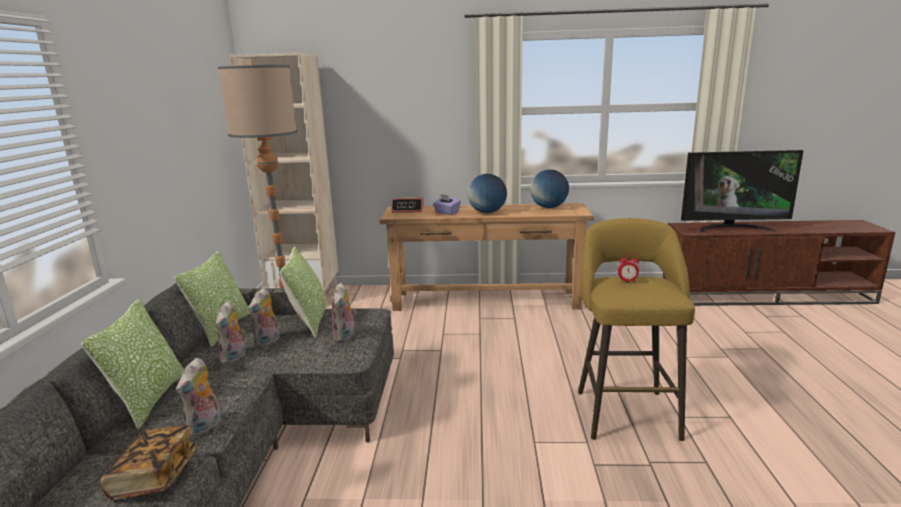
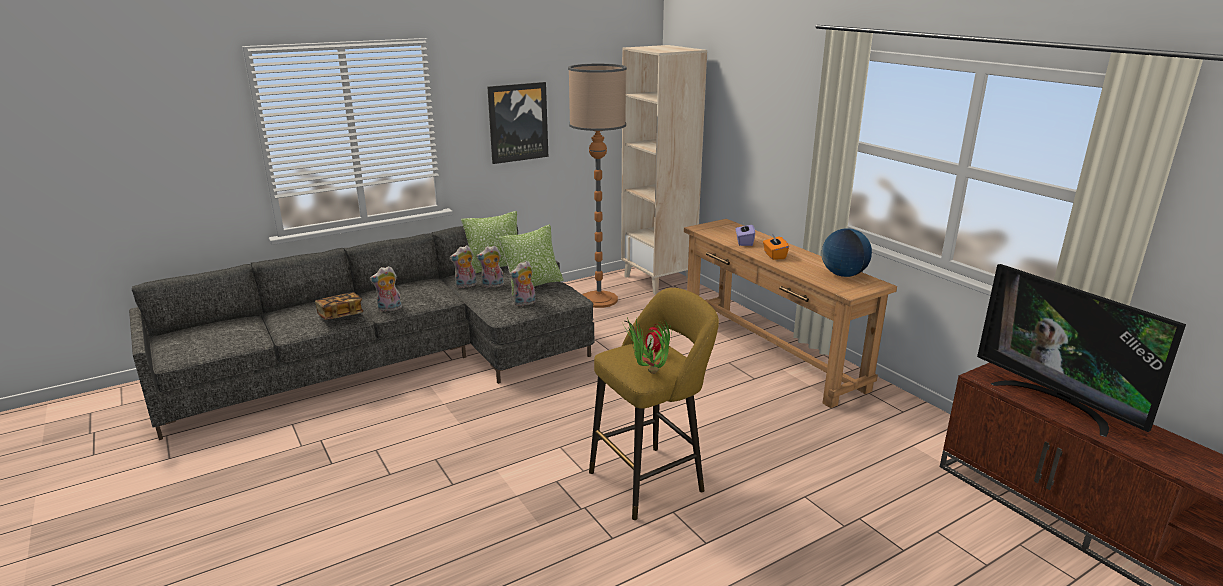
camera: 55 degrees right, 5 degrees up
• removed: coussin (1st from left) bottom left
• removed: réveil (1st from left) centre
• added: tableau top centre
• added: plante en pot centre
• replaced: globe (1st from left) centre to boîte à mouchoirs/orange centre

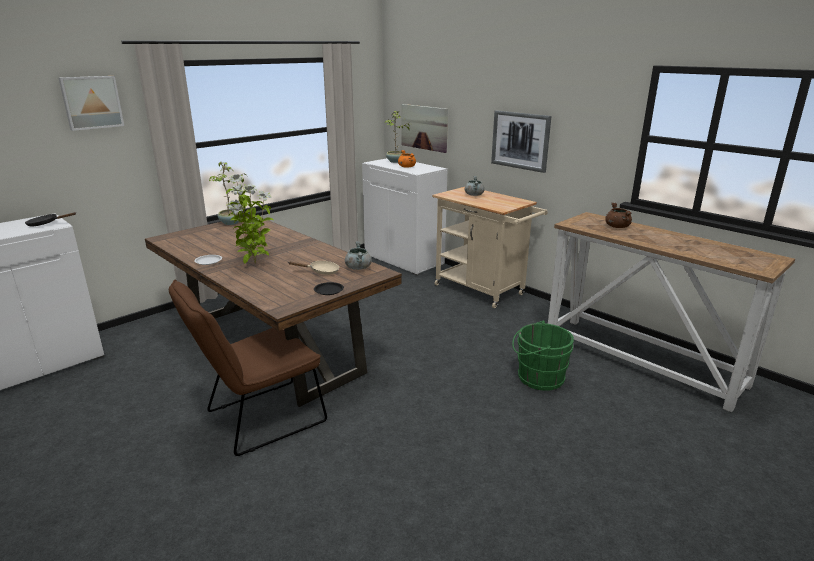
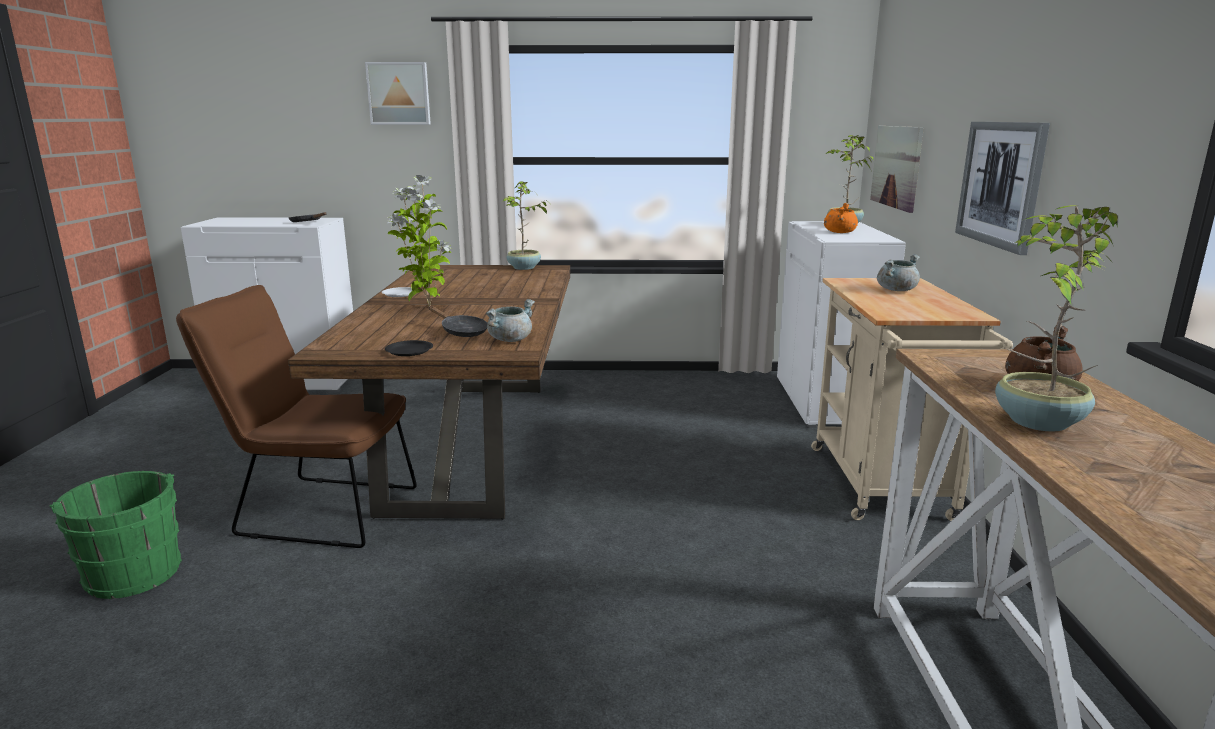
camera: 45 degrees right, 5 degrees down
• added: plante en pot (4th from left) middle right
• moved: seau/vert middle right to bottom left
• recoloured: poêle/beige centre to poêle/noir (2nd from left) centre

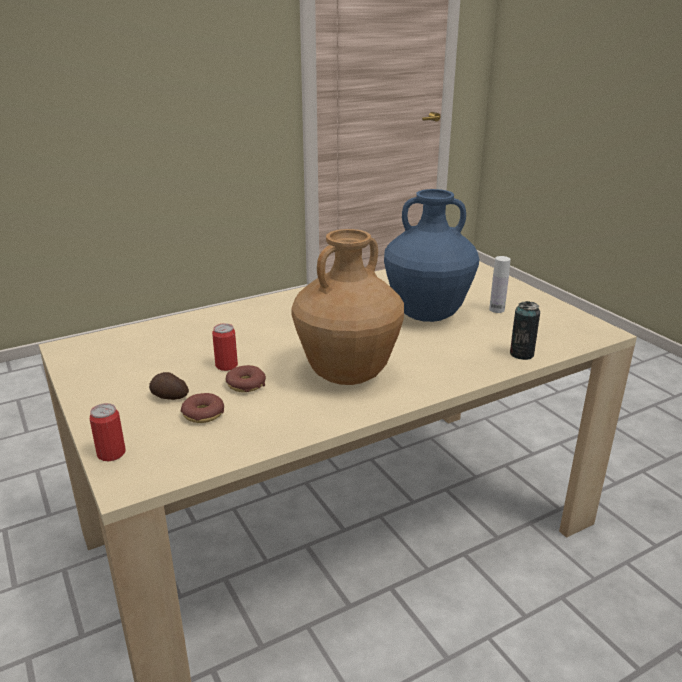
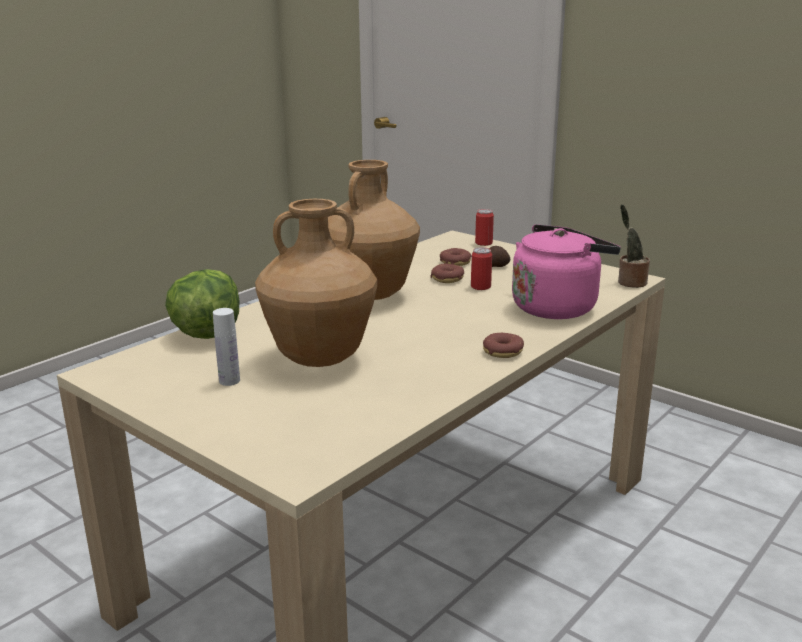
camera: 160 degrees right, 5 degrees down
• added: beignet (3rd from left) centre
• added: bouilloire/rose middle right
• added: plante en pot middle right
• replaced: boîte métallique (3rd from left) middle right to laitue middle left
• recoloured: vase/bleu centre to vase/marron (1st from left) centre

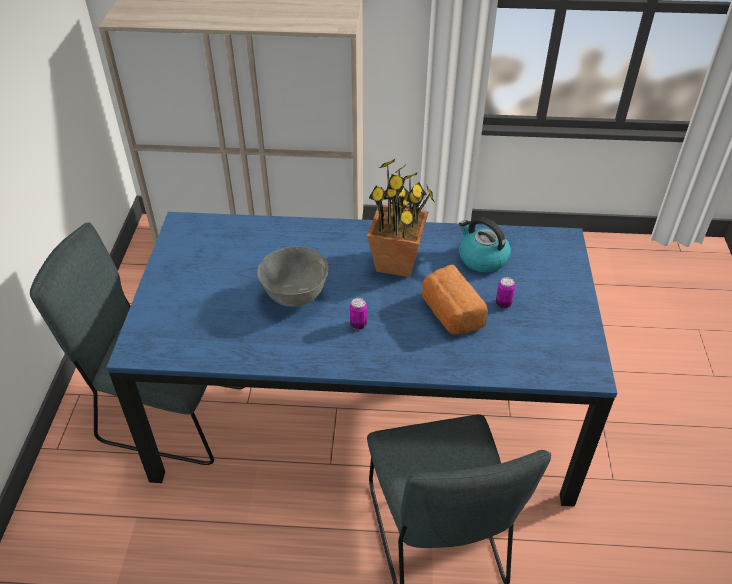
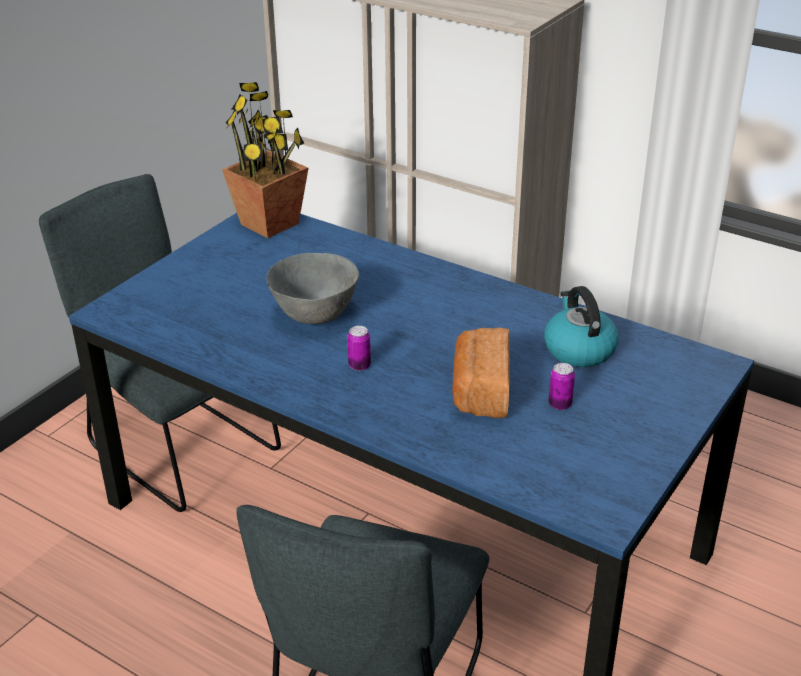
camera: 30 degrees right, 10 degrees down
• moved: plante en pot centre to top left

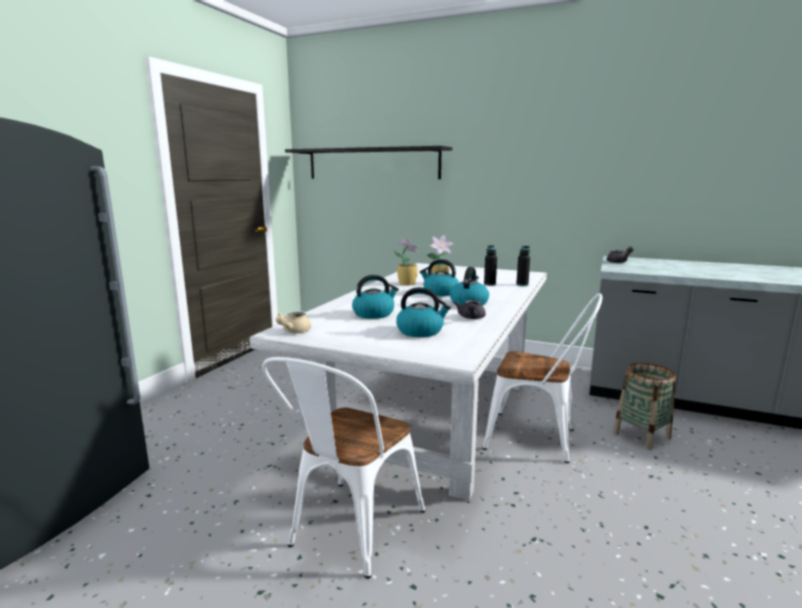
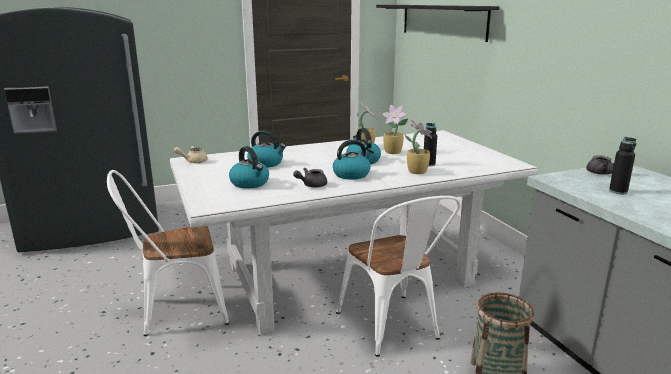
camera: 45 degrees right, 5 degrees up
• added: plante en pot (3rd from left) centre
• moved: bouteille/noir (2nd from left) centre to middle right

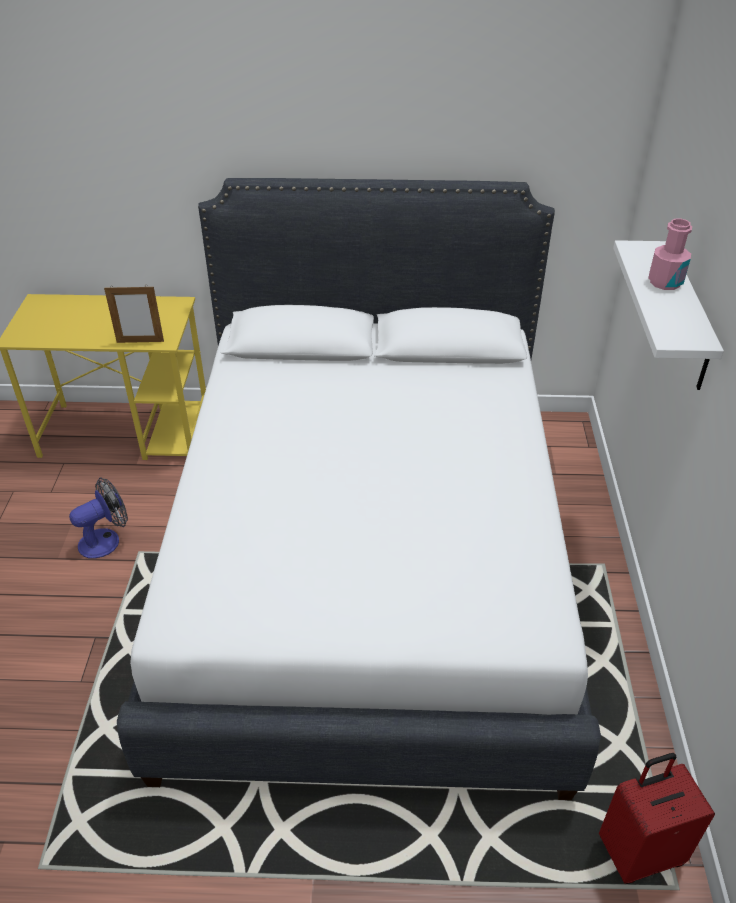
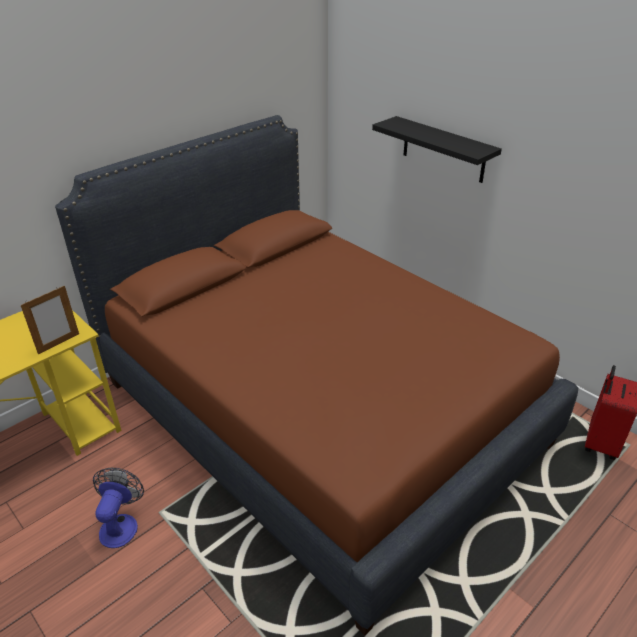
camera: 45 degrees left, 5 degrees down
• removed: bouteille/rose top right
• recoloured: lit/blanc centre to lit/marron centre
• recoloured: étagère/blanc middle right to étagère/noir top right

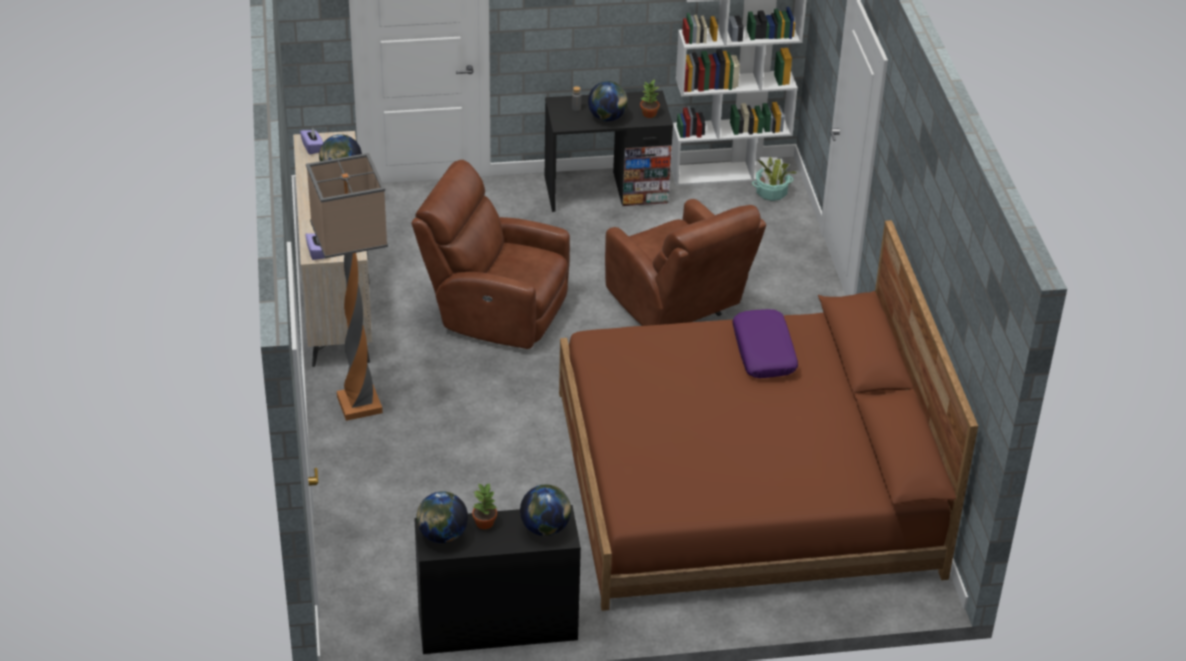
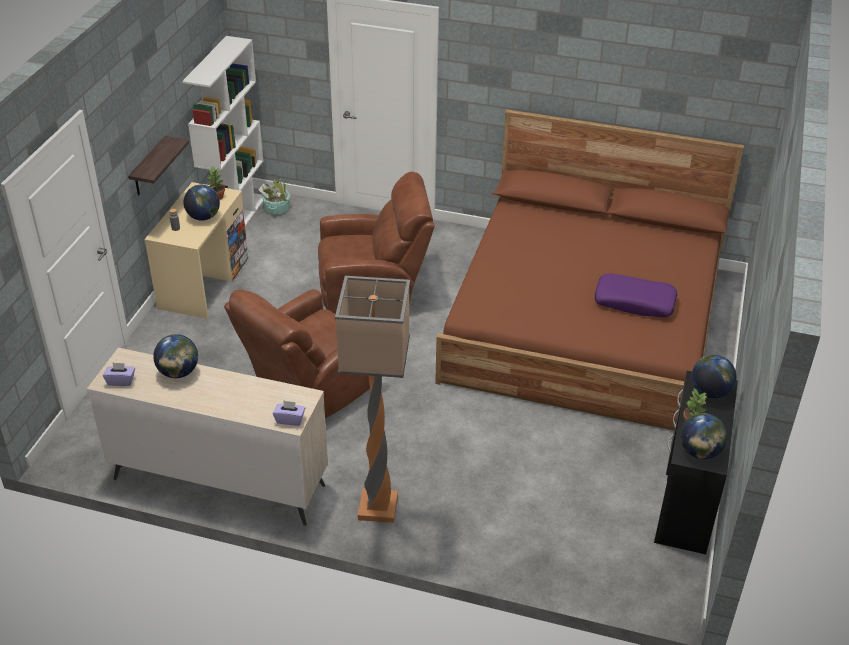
camera: 65 degrees left, 0 degrees up
• added: étagère top left
• moved: coussin/violet centre to middle right
• recoloured: bureau/noir (2nd from left) top centre to bureau/beige middle left

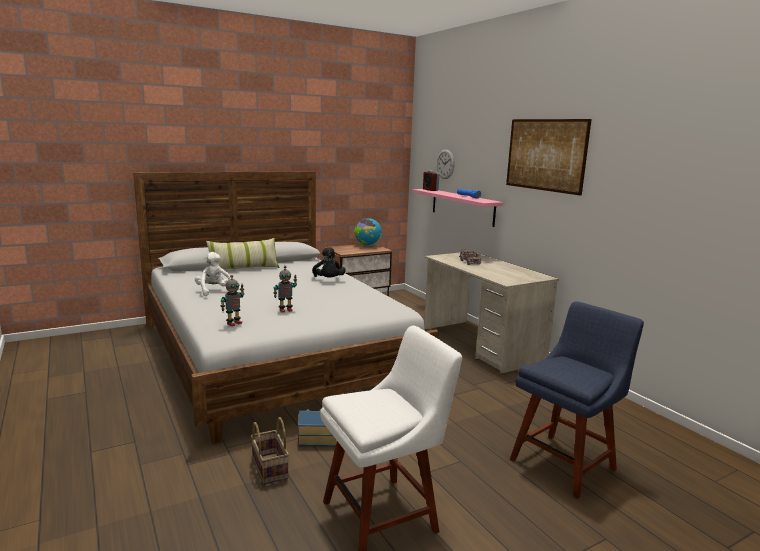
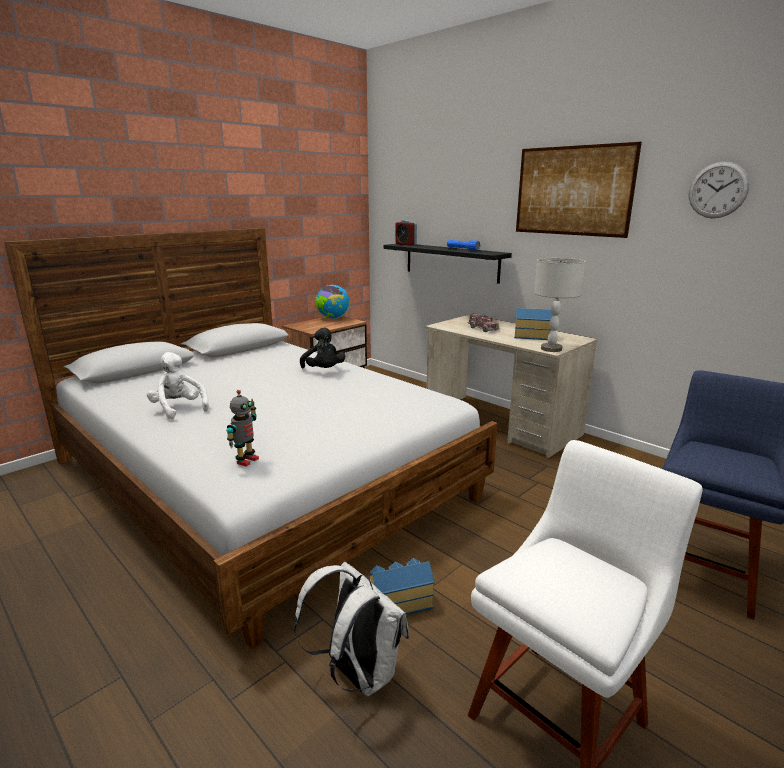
camera: 15 degrees left, 5 degrees up
• removed: coussin middle left
• removed: robot jouet (2nd from left) centre
• added: maison miniature (2nd from left) middle right
• added: lampe de table/gris middle right
• moved: horloge murale top centre to top right
• replaced: panier bottom centre to sac à dos/blanc bottom centre
• recoloured: étagère/rose centre to étagère/noir centre

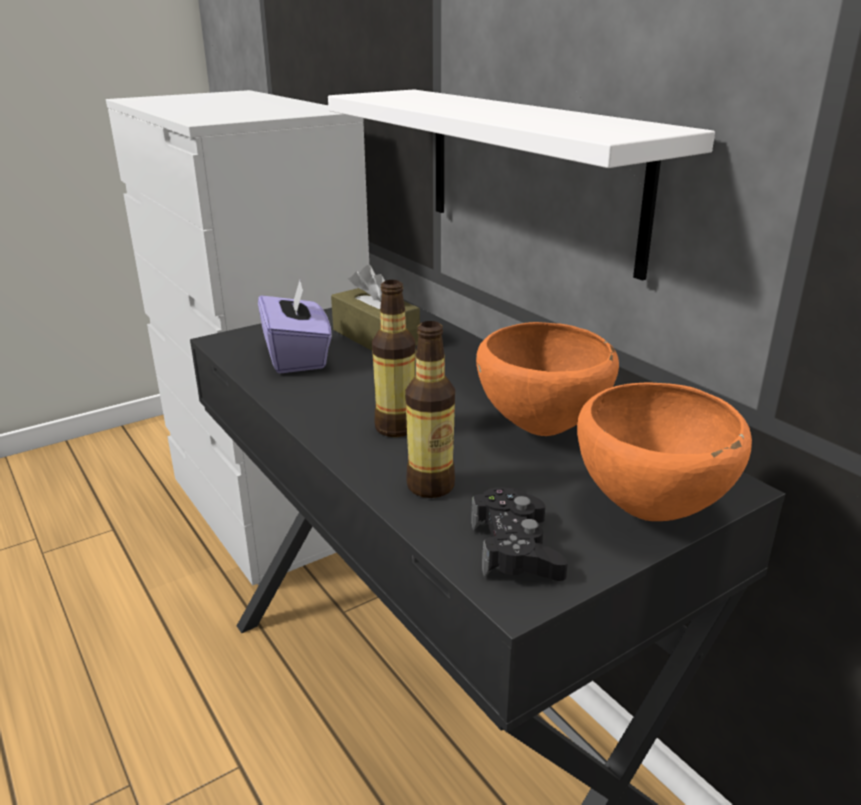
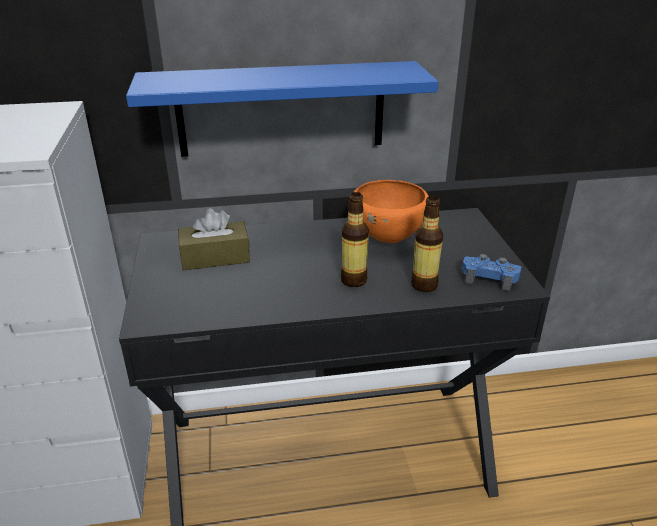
camera: 65 degrees left, 5 degrees up
• removed: boîte à mouchoirs/violet centre
• removed: bol/orange (2nd from left) middle right
• recoloured: étagère/blanc top centre to étagère/bleu top centre
• recoloured: manette/noir centre to manette/bleu middle right

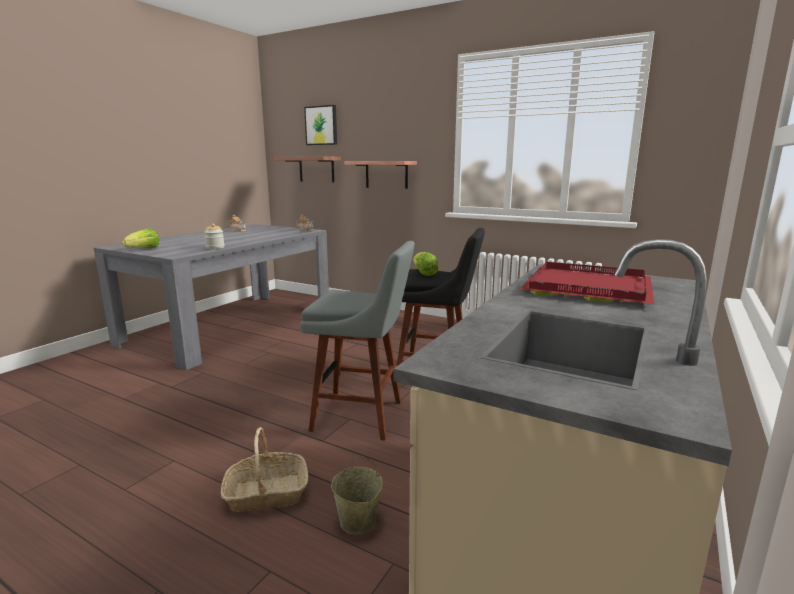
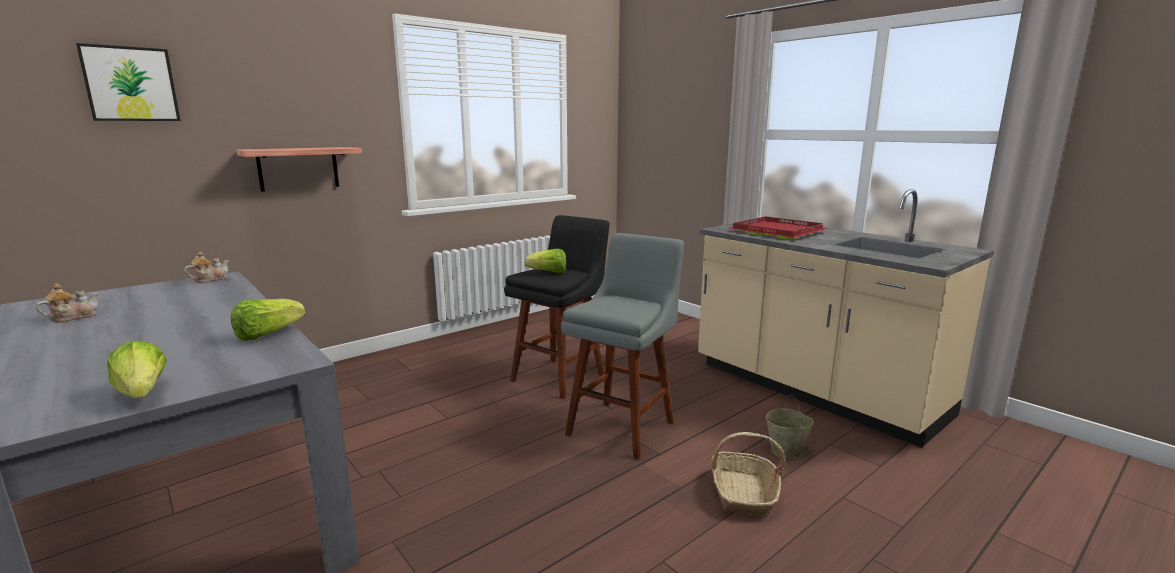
camera: 70 degrees left, 0 degrees up
• removed: étagère (1st from left) top centre
• replaced: bocal middle left to laitue (2nd from left) middle left

